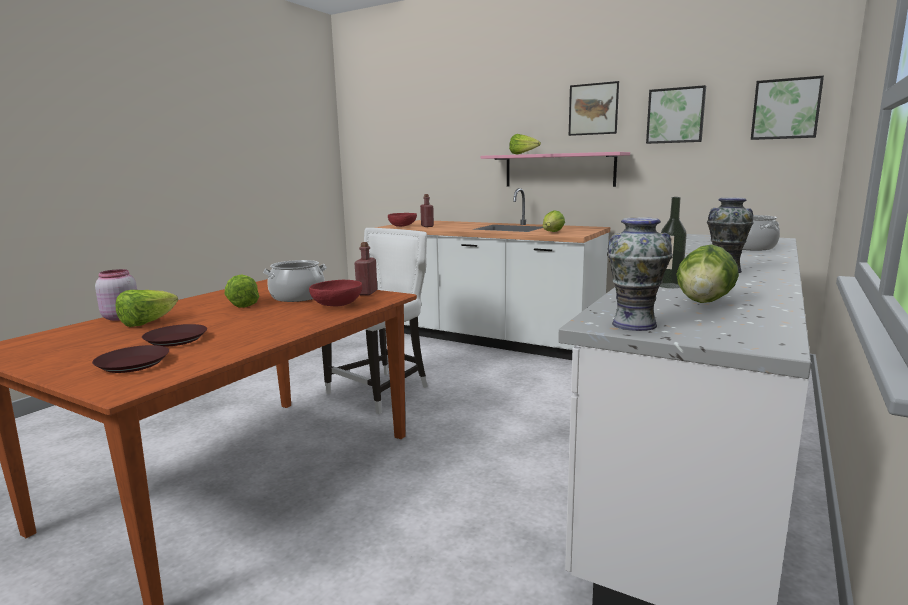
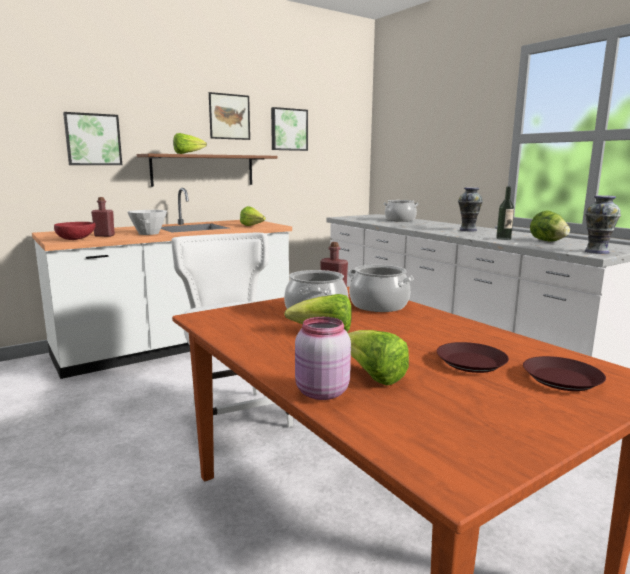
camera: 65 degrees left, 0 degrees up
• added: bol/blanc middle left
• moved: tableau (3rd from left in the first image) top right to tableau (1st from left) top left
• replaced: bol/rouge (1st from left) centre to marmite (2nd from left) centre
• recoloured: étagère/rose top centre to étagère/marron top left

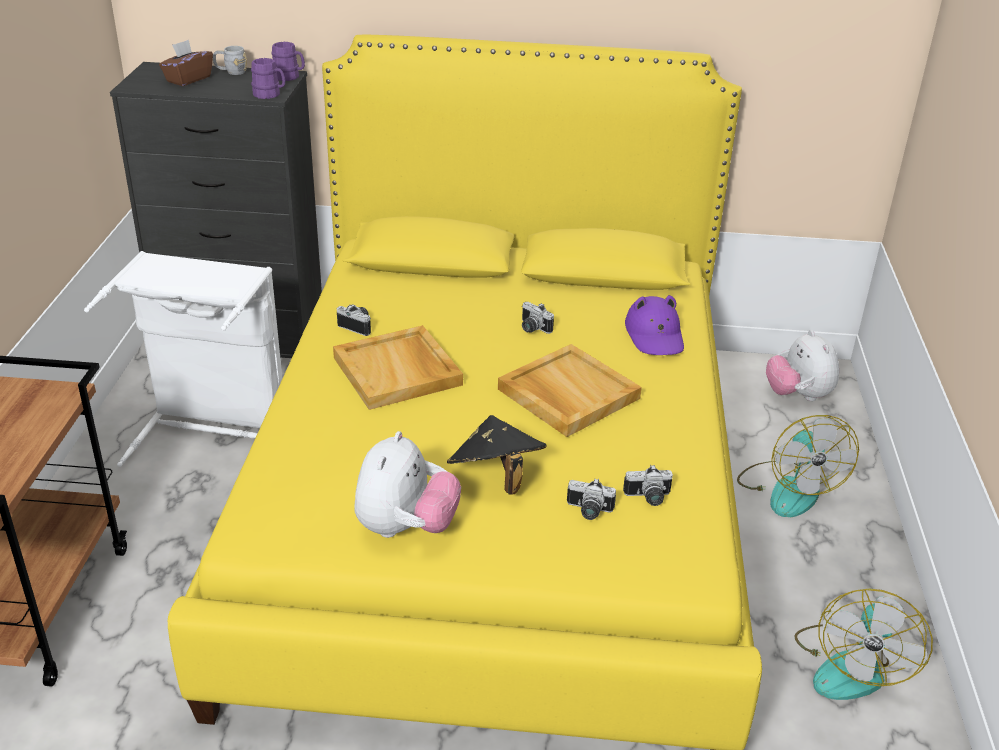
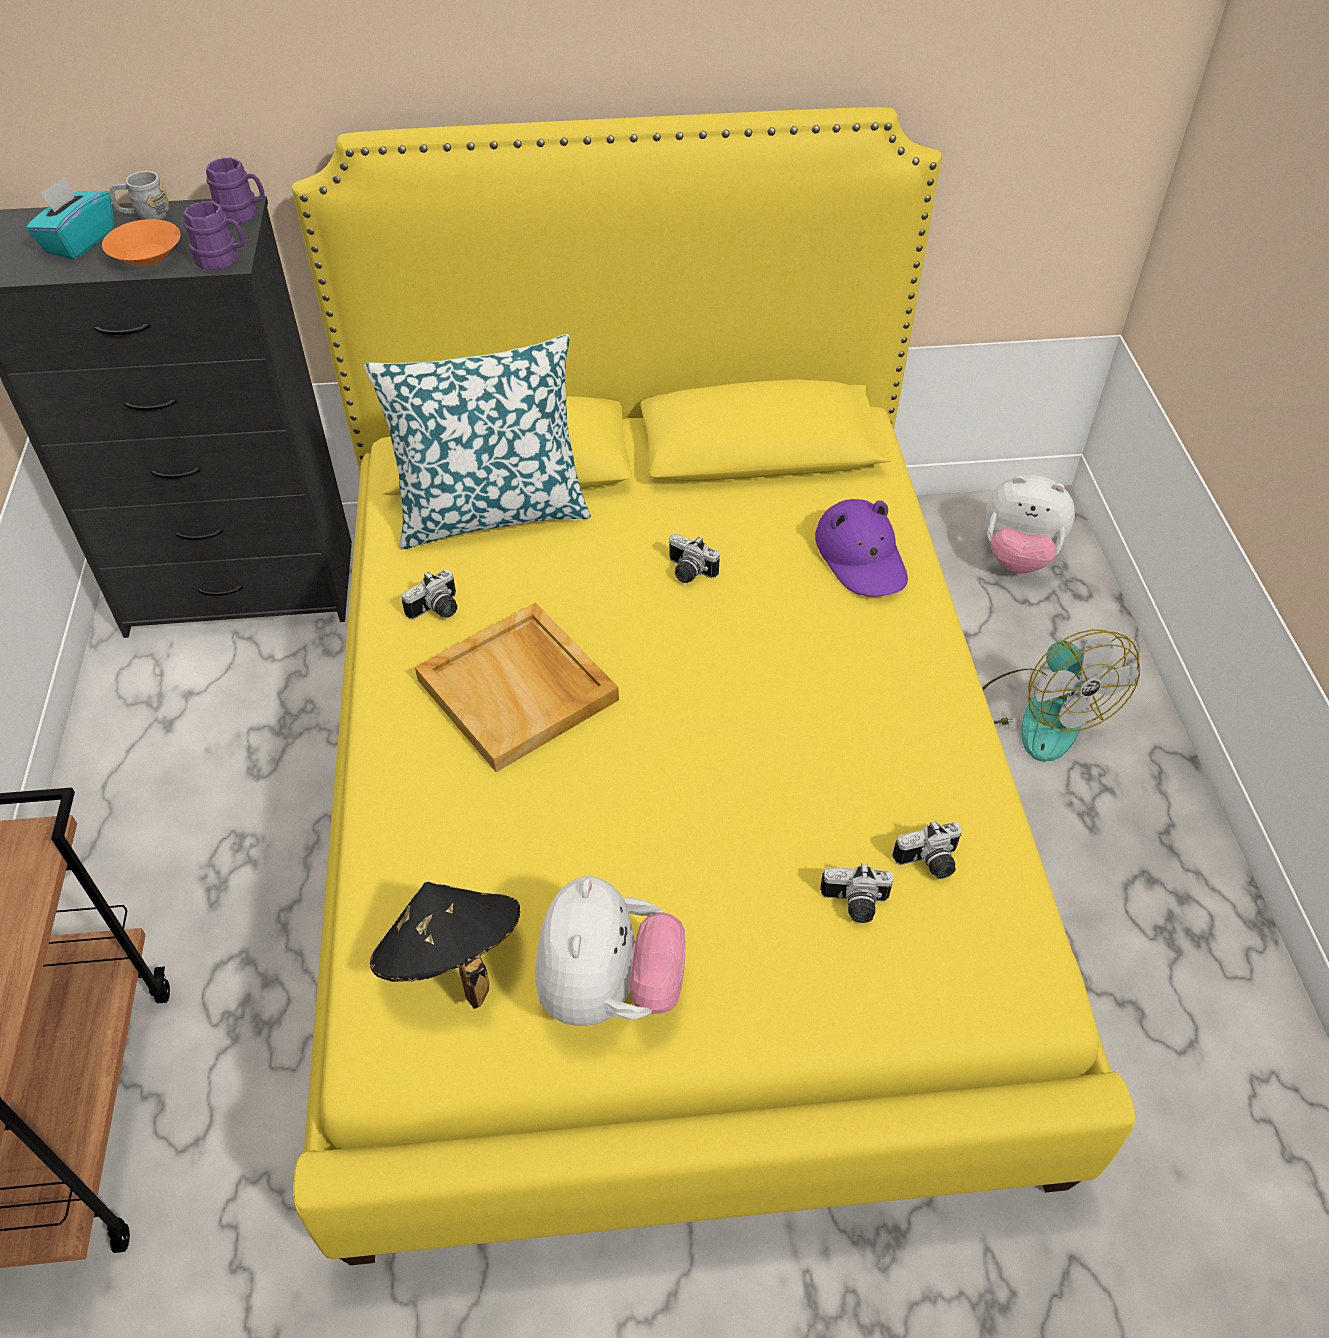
camera: 10 degrees left, 15 degrees up
• removed: panier à linge/blanc middle left
• removed: plateau/beige (2nd from left) centre
• removed: ventilateur (2nd from left) bottom right
• added: bol/orange top left
• added: coussin top centre
• moved: chapeau/noir centre to bottom centre
• recoloured: boîte à mouchoirs/marron top left to boîte à mouchoirs/turquoise top left
• turned: appareil photo (1st from left) centre = middle left 120 degrees clockwise
• turned: peluche (2nd from left) middle right = middle right 45 degrees counterclockwise

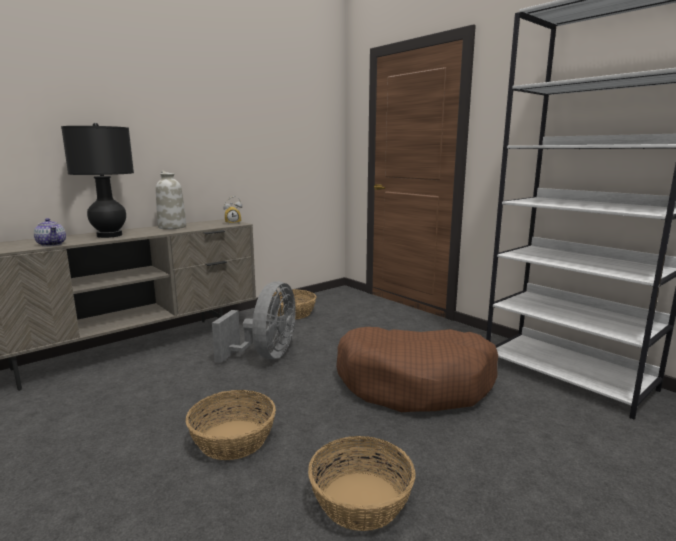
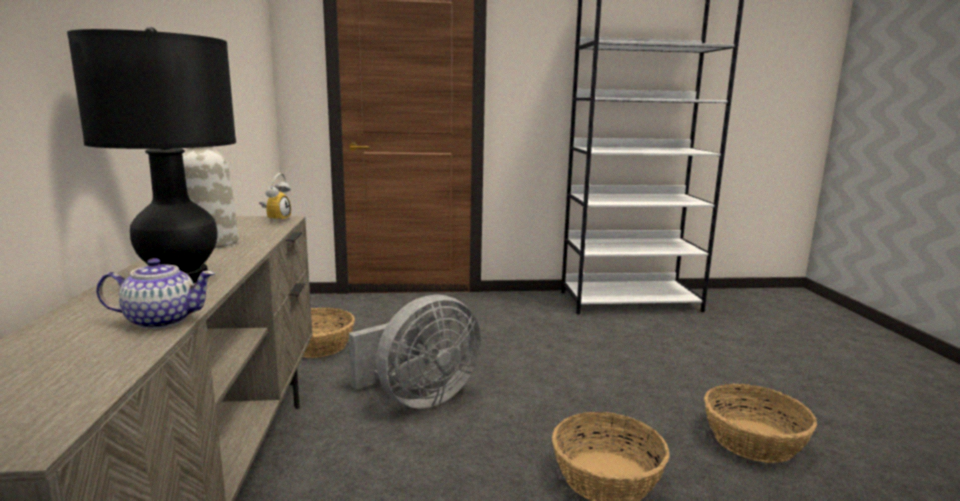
camera: 55 degrees left, 0 degrees up
• removed: panier pour chien/marron bottom centre
• turned: ventilateur/gris centre = bottom centre 90 degrees clockwise

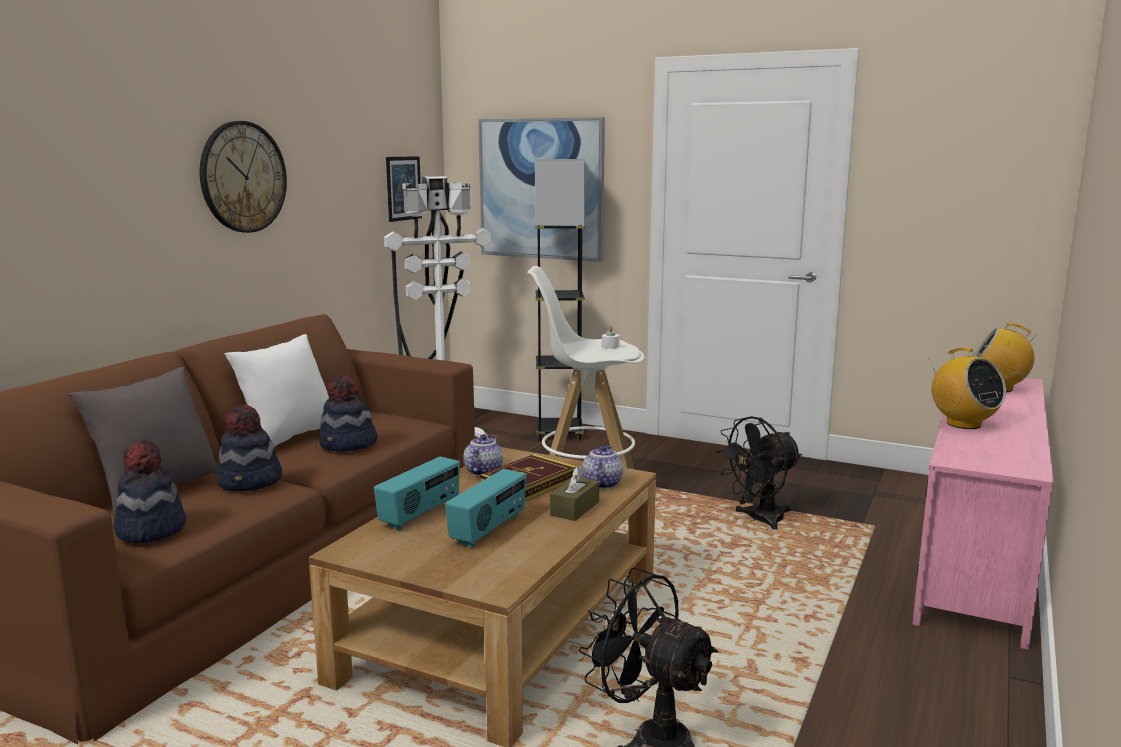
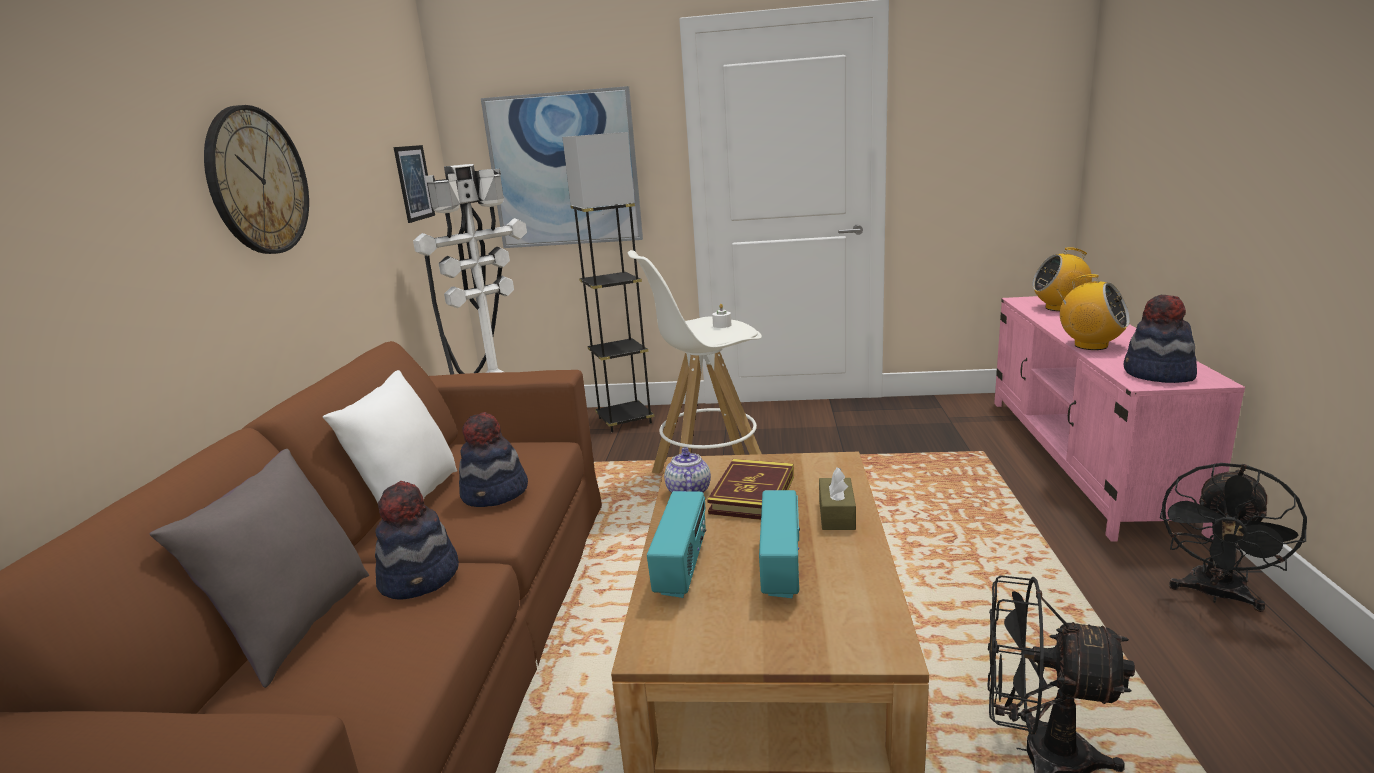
camera: 20 degrees left, 5 degrees up
• removed: théière (2nd from left) centre
• moved: chapeau (1st from left in the first image) middle left to chapeau (3rd from left) middle right
• moved: ventilateur/noir (2nd from left) middle right to bottom right

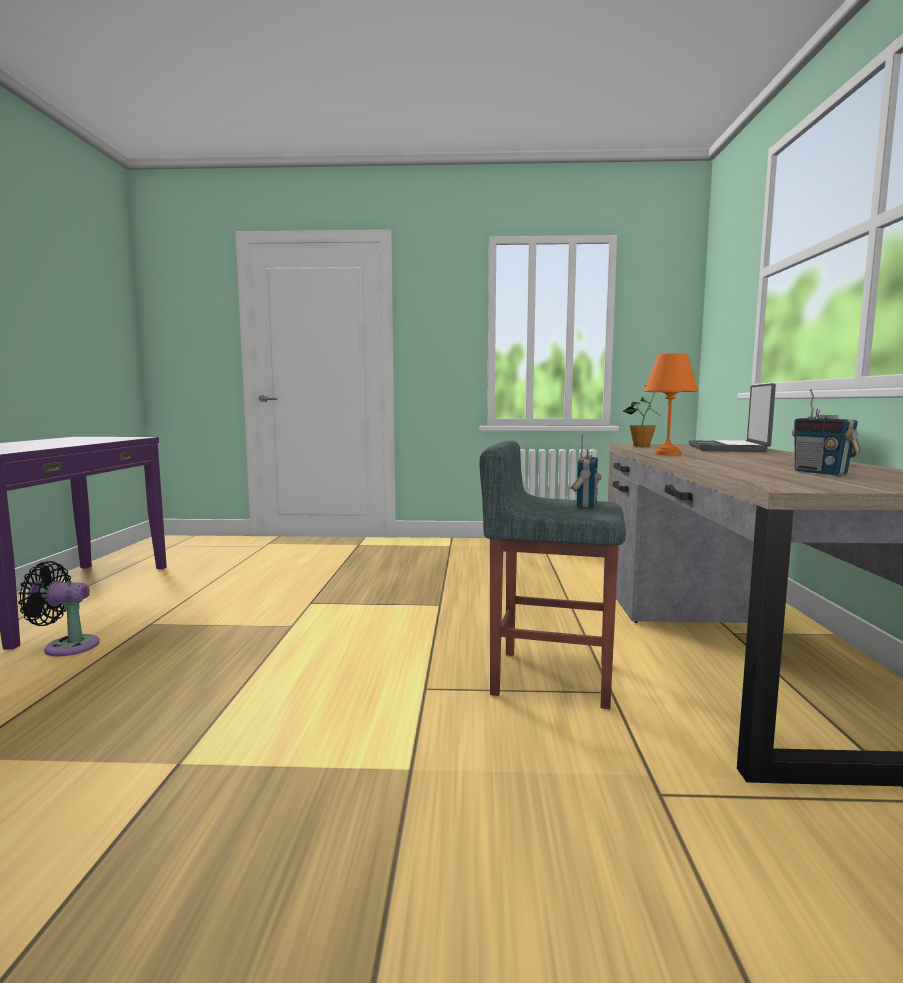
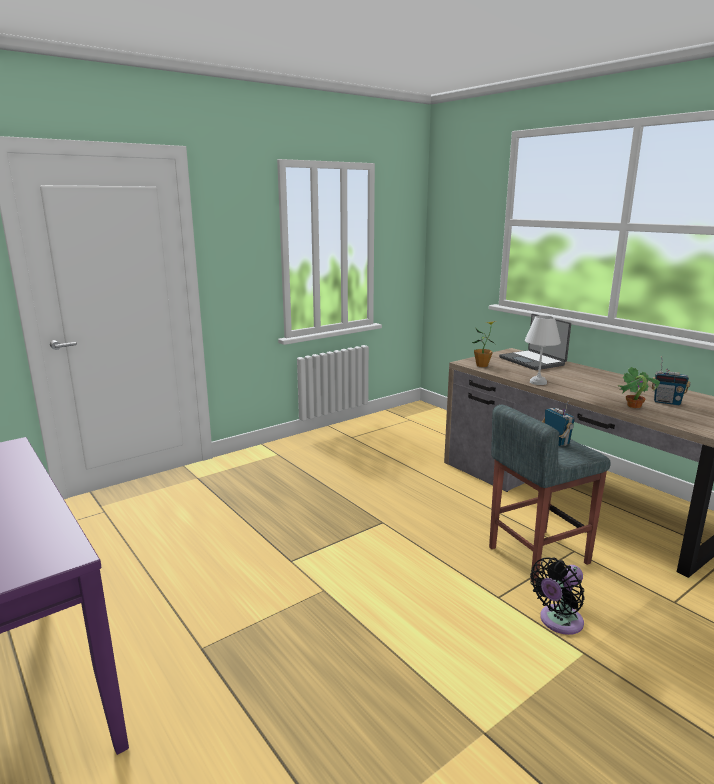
camera: 40 degrees left, 10 degrees up
• added: plante en pot (2nd from left) middle right
• moved: ventilateur/noir middle left to bottom right
• recoloured: lampe de table/orange middle right to lampe de table/blanc middle right

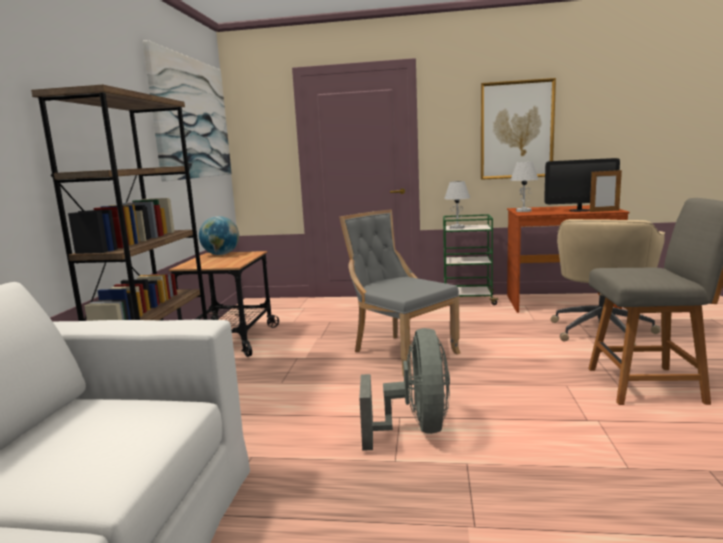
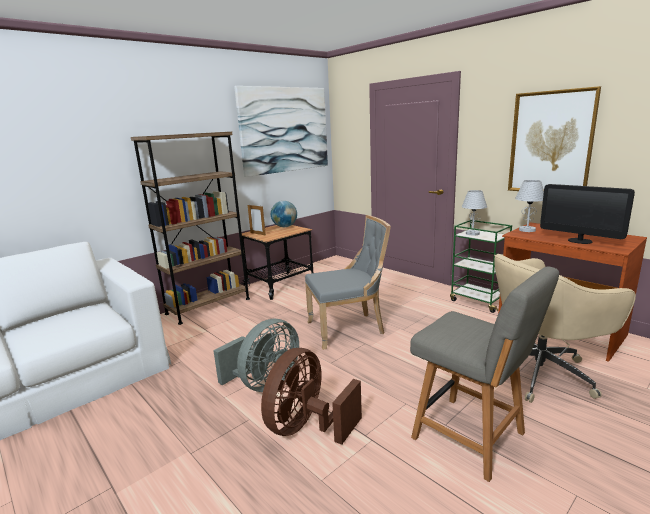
camera: 40 degrees right, 5 degrees up
• added: ventilateur/marron bottom centre
• moved: cadre photo middle right to centre
• turned: chaise/gris (1st from left) centre = centre 75 degrees clockwise

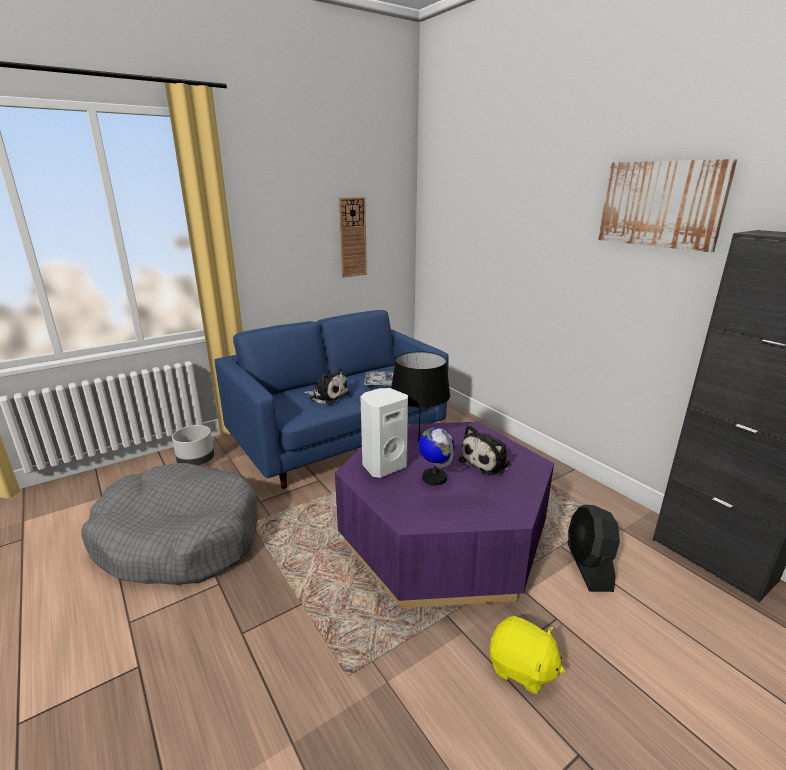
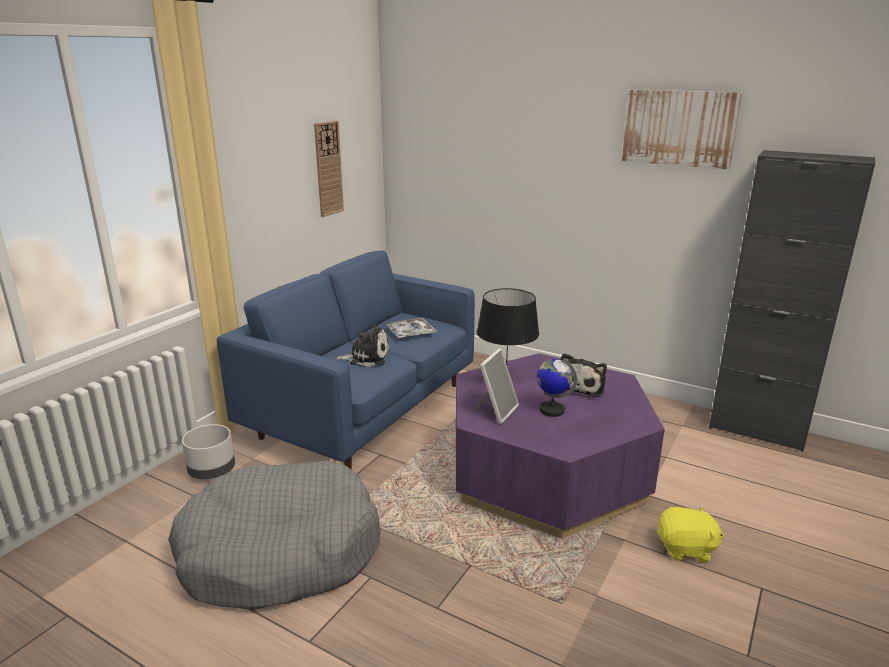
camera: 25 degrees left, 0 degrees up
• removed: ventilateur/noir bottom right
• replaced: enceinte/blanc centre to cadre photo centre

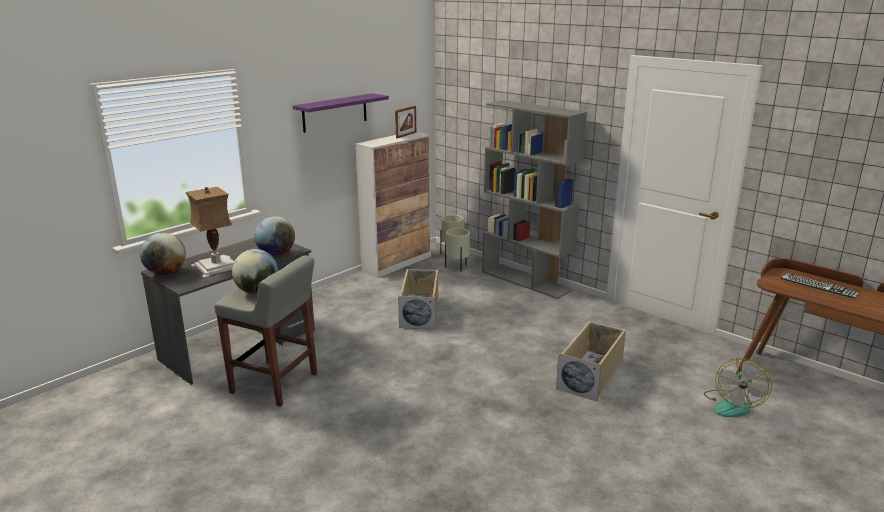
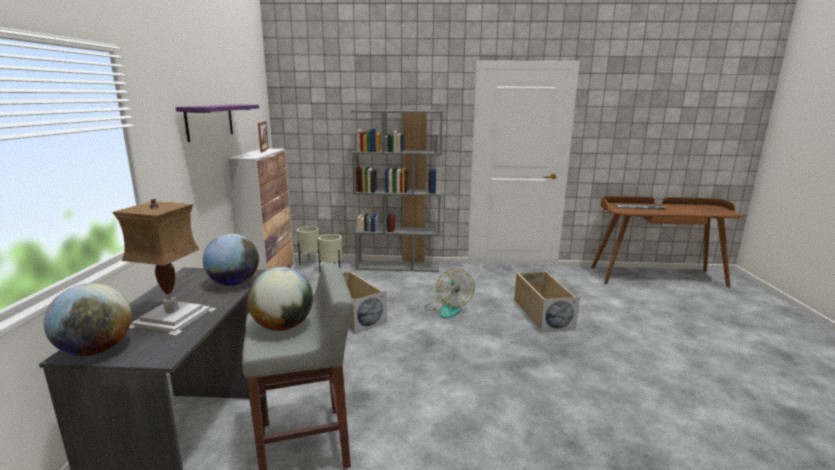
camera: 40 degrees left, 5 degrees down
• moved: ventilateur bottom right to centre

